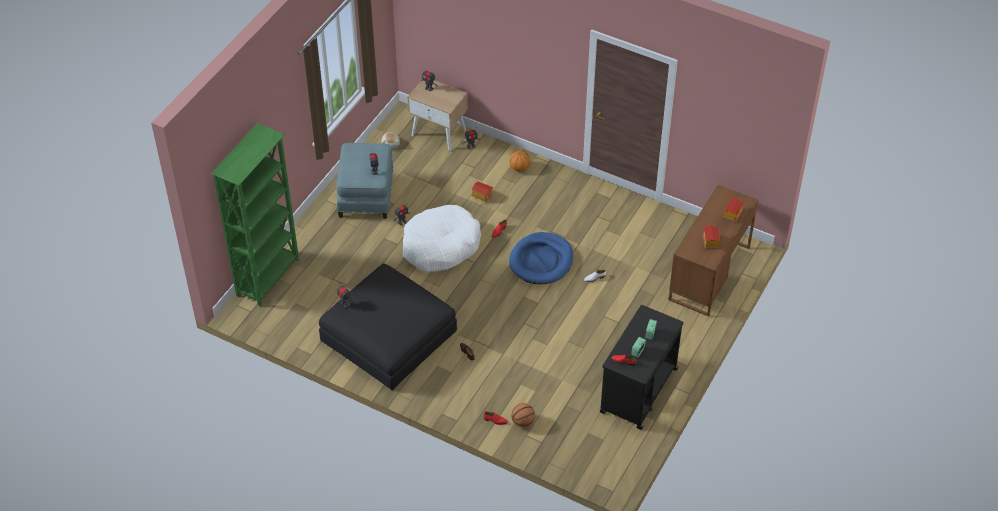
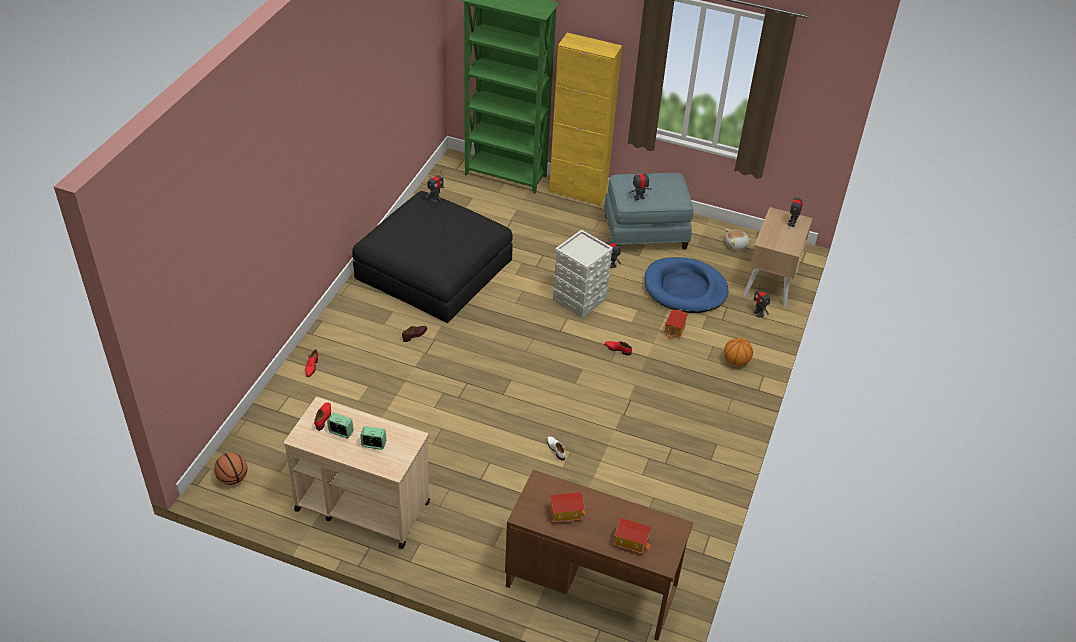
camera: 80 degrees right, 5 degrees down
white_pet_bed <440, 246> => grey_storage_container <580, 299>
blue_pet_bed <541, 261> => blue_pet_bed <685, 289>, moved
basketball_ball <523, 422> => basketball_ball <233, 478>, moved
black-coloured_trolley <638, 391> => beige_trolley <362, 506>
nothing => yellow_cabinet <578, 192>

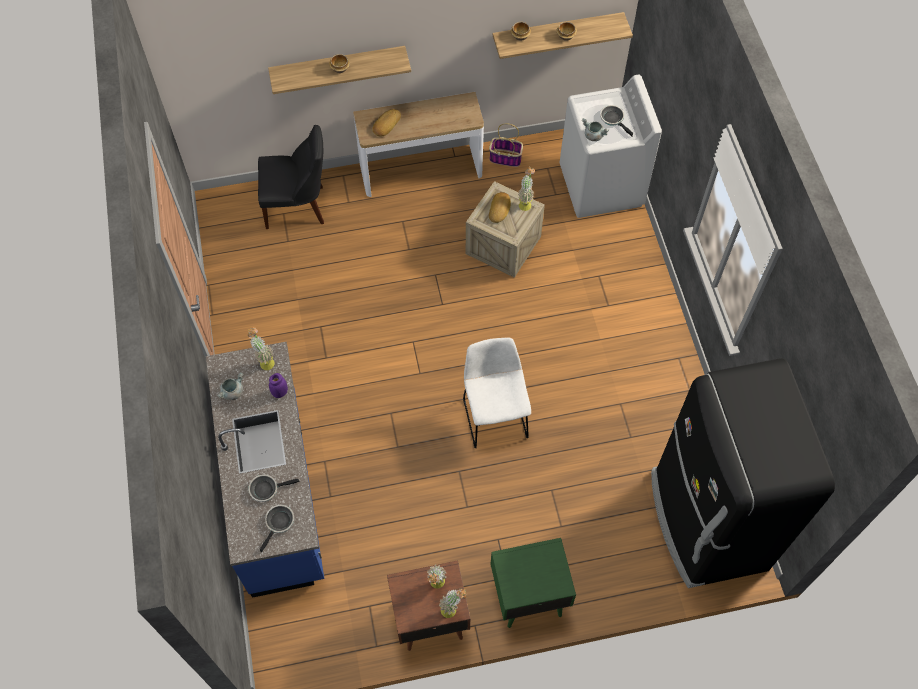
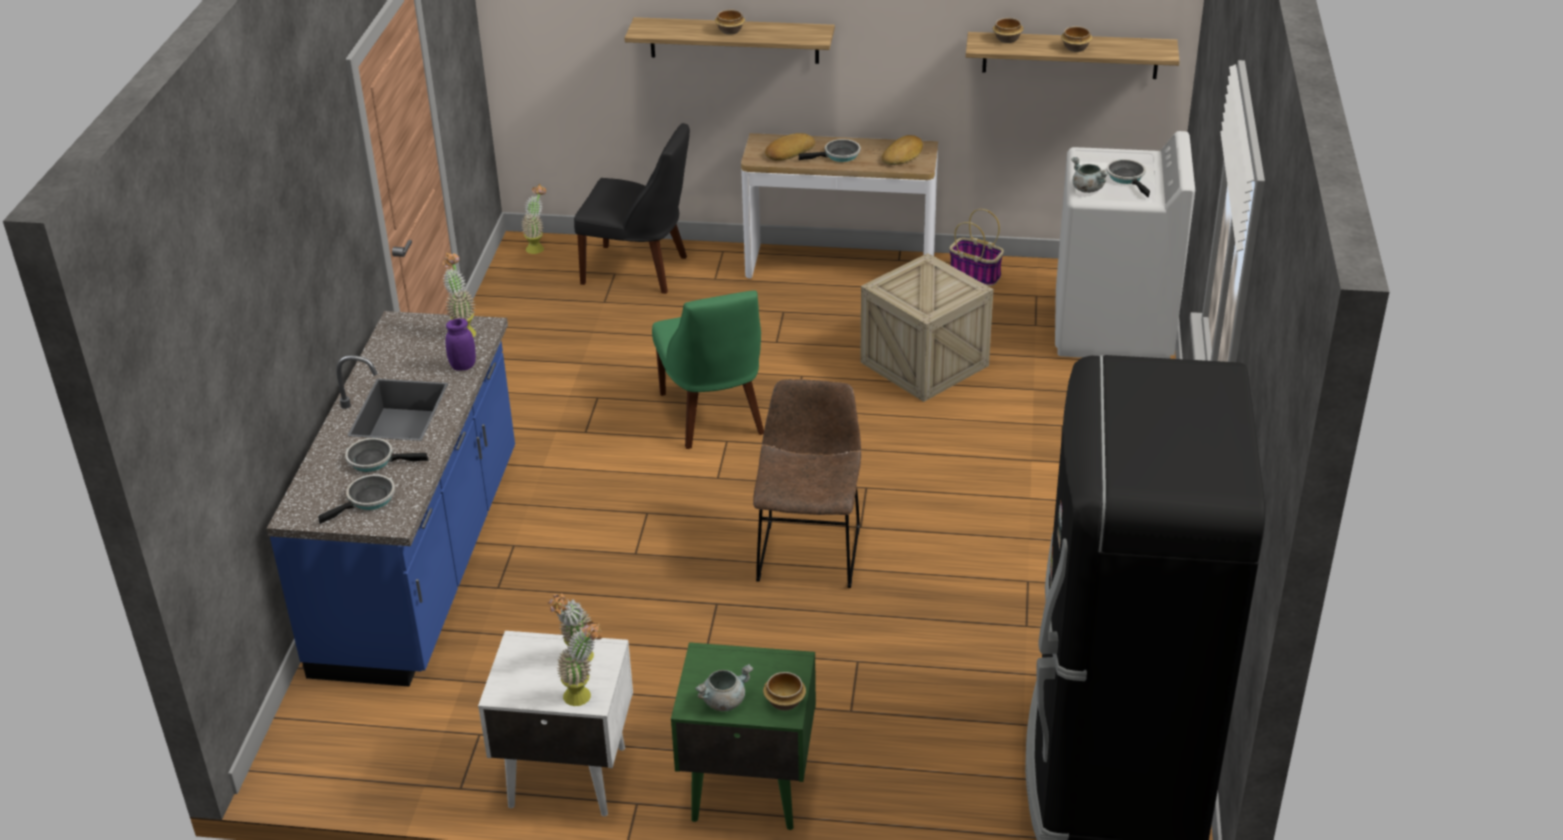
camera: 20 degrees right, 25 degrees down
grey_saucepot <232, 392> => grey_saucepot <724, 701>, moved
brown_night_table <429, 619> => white_night_table <565, 775>
white_chair <494, 415> => brown_chair <809, 549>
baked_bread <500, 209> => baked_bread <903, 155>, moved
potted_plant <525, 202> => potted_plant <538, 247>, moved
nothing => green_chair <713, 417>
nothing => serving_bowl <784, 701>
nothing => frying_pan <839, 155>

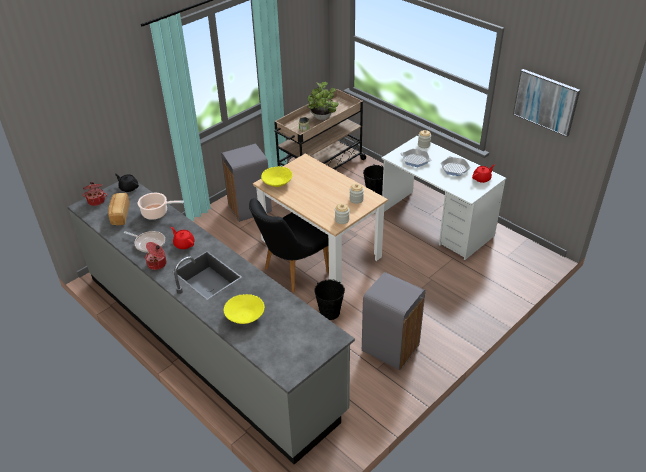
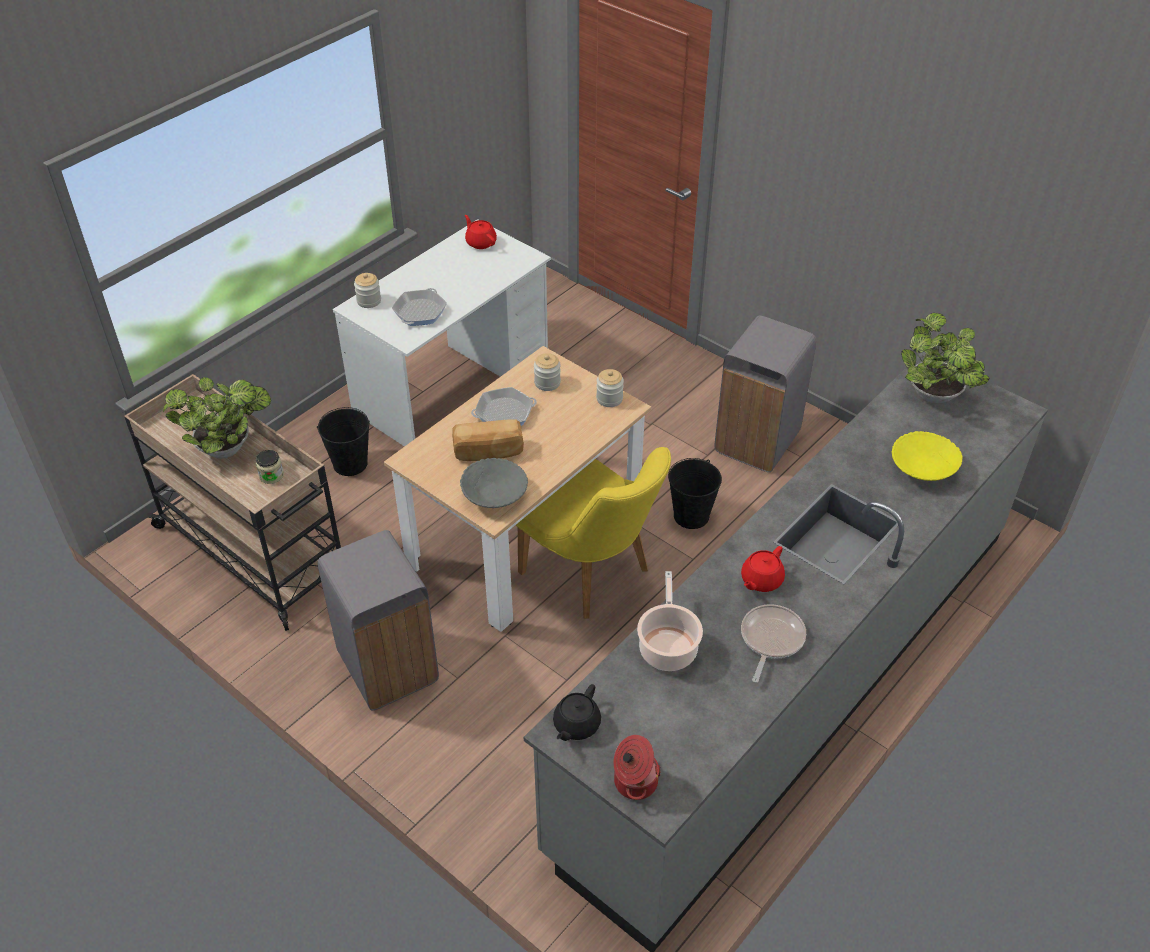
camera: 95 degrees left, 5 degrees up
baked_bread <119, 215> => baked_bread <488, 452>, moved
saucepot <157, 264> => nothing
black-coloured_chair <291, 272> => yellow_chair <594, 576>
yellow_serving_bowl <277, 183> => grey_serving_bowl <494, 495>
frying_pan <454, 168> => frying_pan <504, 413>, moved
wall_art <545, 102> => nothing
nothing => potted_plant <936, 398>

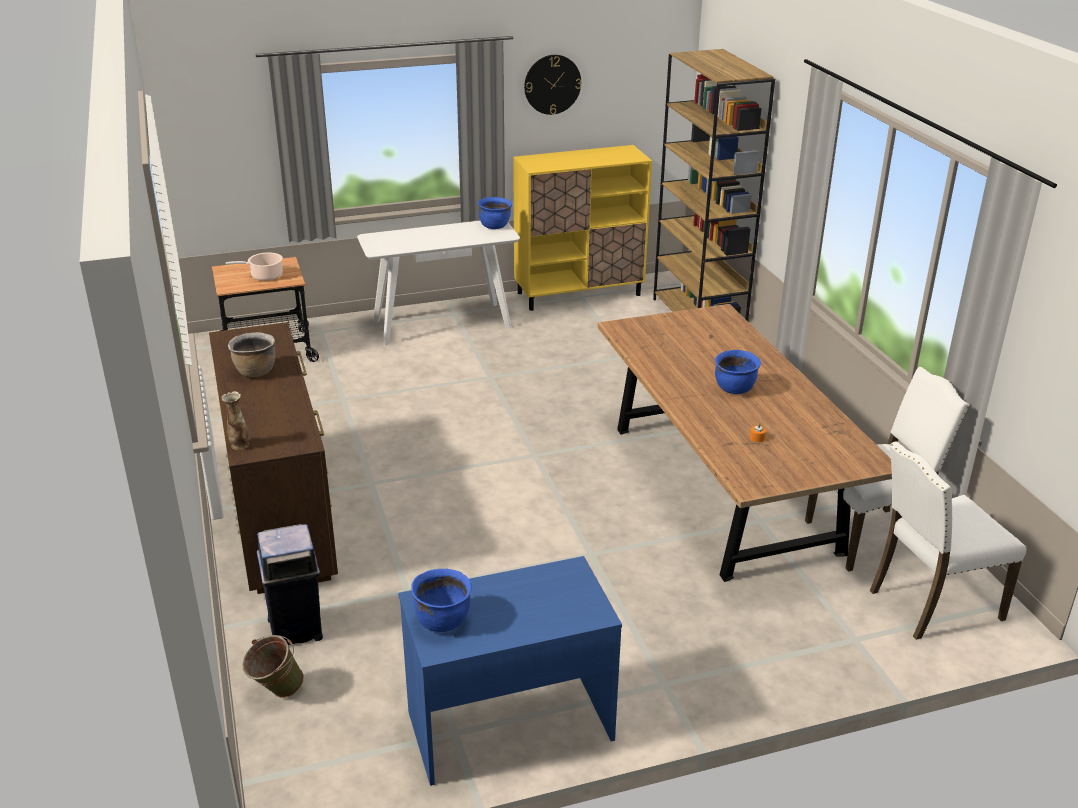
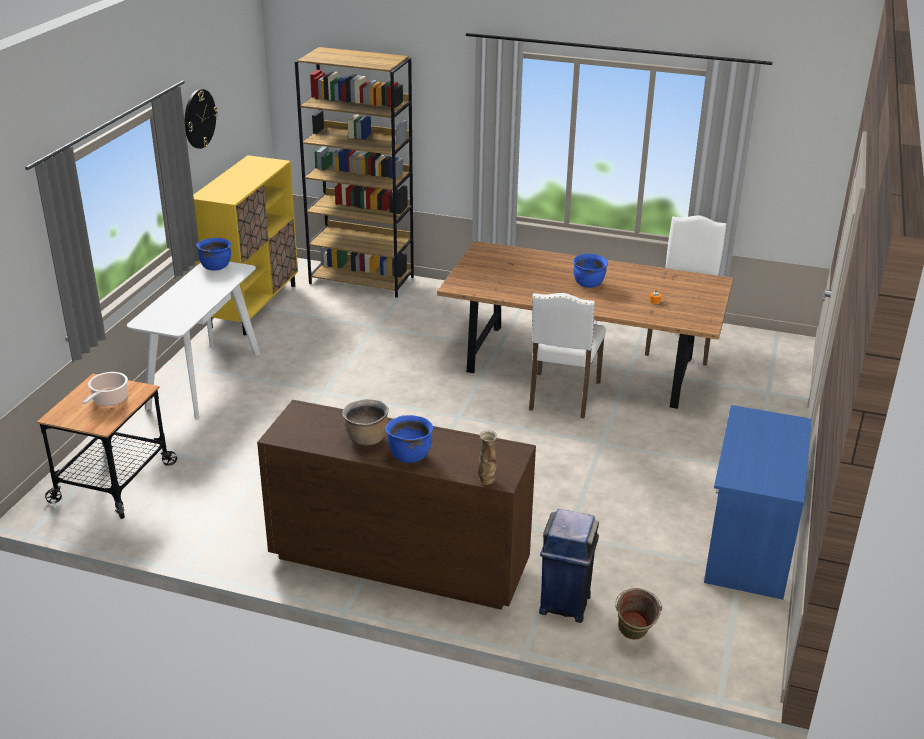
camera: 55 degrees left, 0 degrees up
blue_saucepot <442, 620> => blue_saucepot <409, 455>, moved
white_chair <931, 603> => white_chair <562, 396>, moved

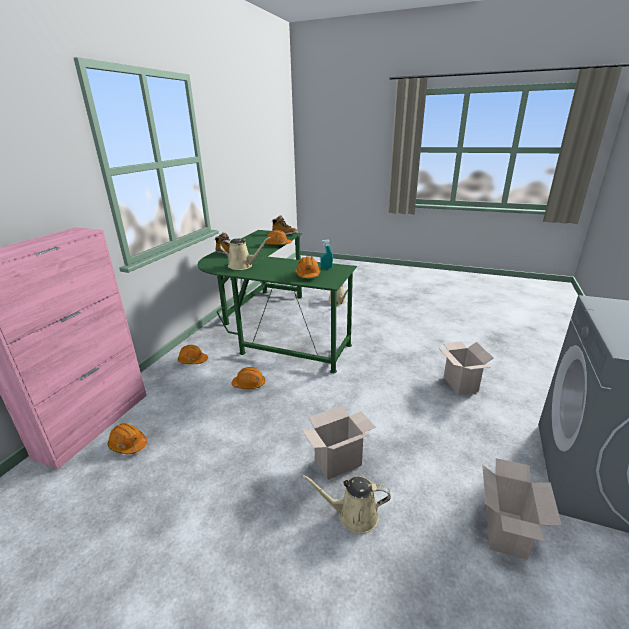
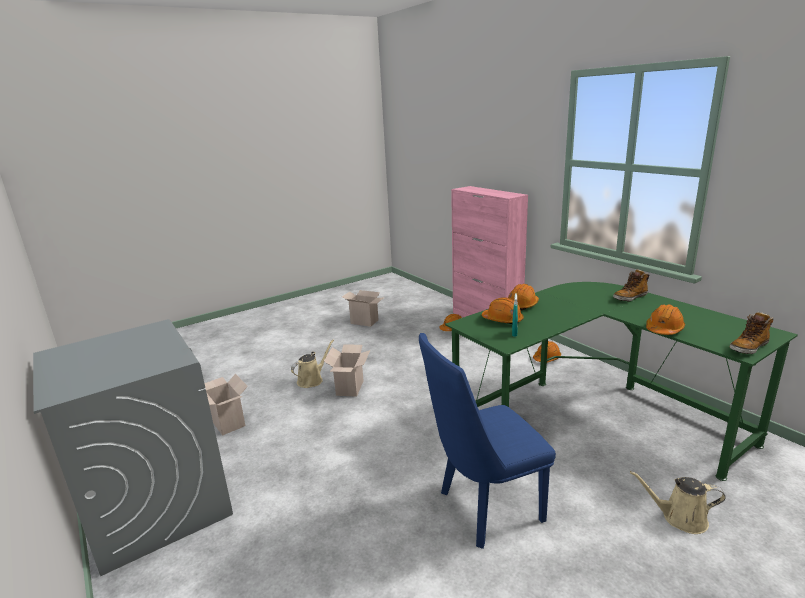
camera: 125 degrees right, 5 degrees down
beige_watering_can <242, 266> => nothing
orangey_work_helmet <249, 384> => orangey_work_helmet <522, 305>, moved
packing_box <459, 384> => packing_box <365, 321>, moved
nothing => blue_chair <483, 509>

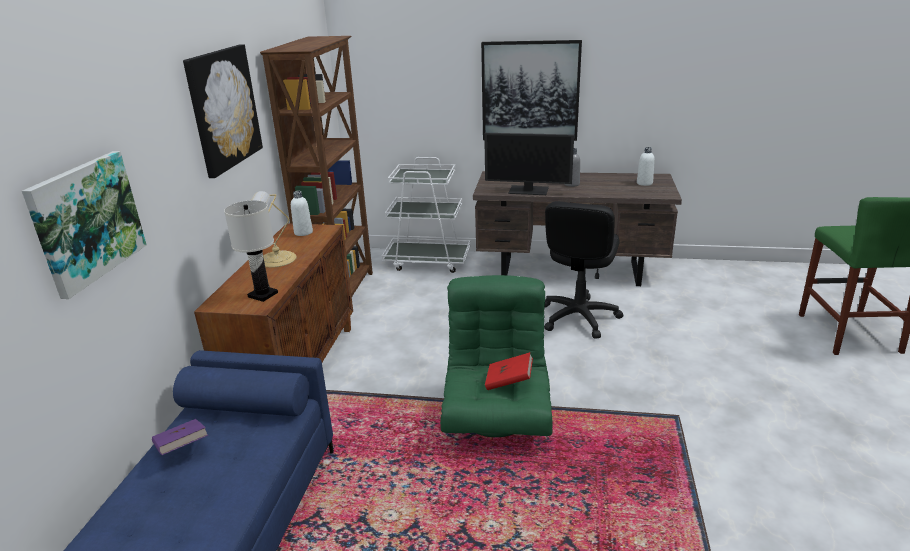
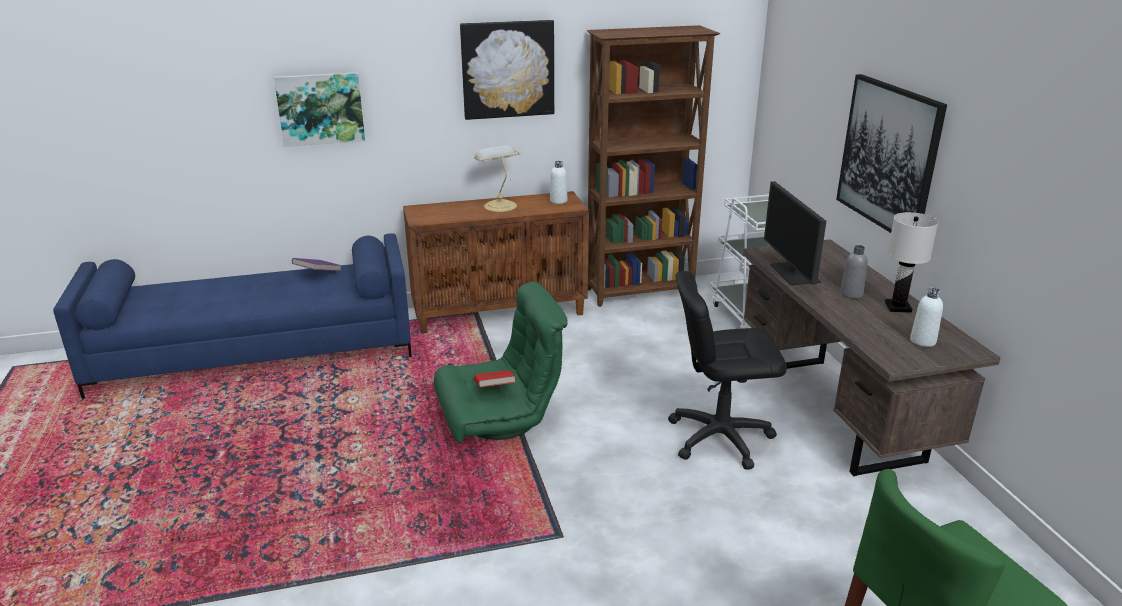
camera: 65 degrees right, 0 degrees up
white_tabletop_lamp <263, 295> => white_tabletop_lamp <898, 307>, moved

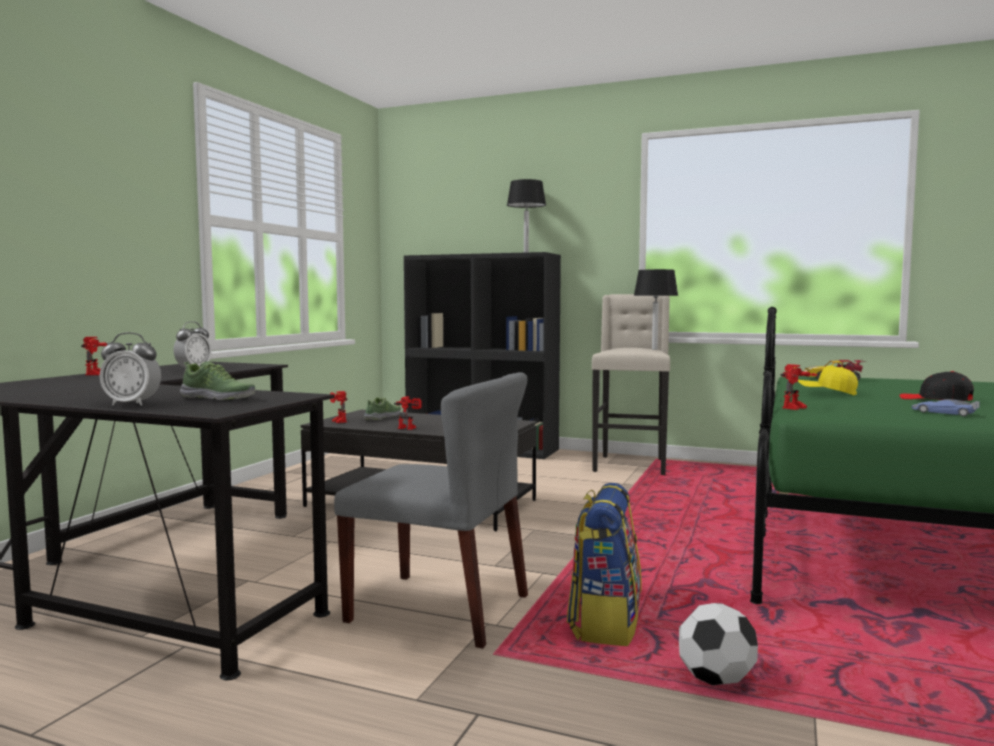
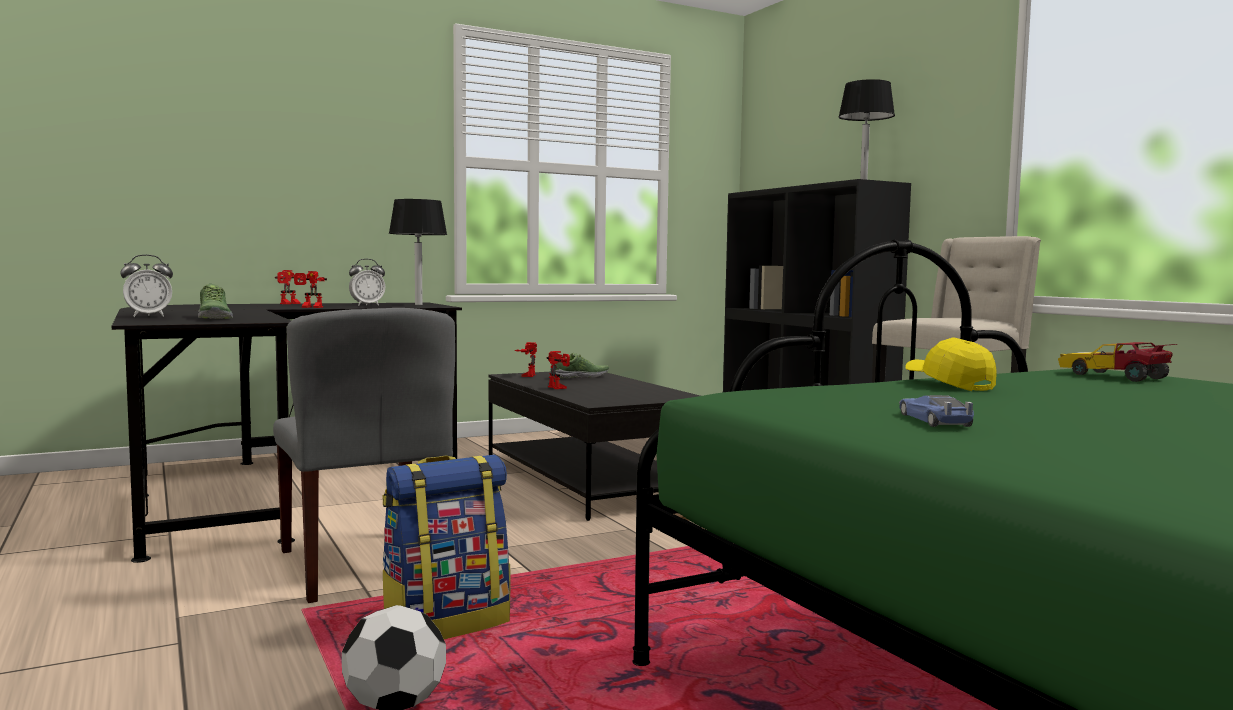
camera: 40 degrees right, 0 degrees up
alarm_clock <132, 404> => alarm_clock <148, 316>, 75 degrees counterclockwise
black-coloured_tabletop_lamp <654, 349> => black-coloured_tabletop_lamp <418, 304>, moved
model_robot <796, 408> => model_robot <310, 307>, moved
black-coloured_baseball_cap <936, 400> => nothing

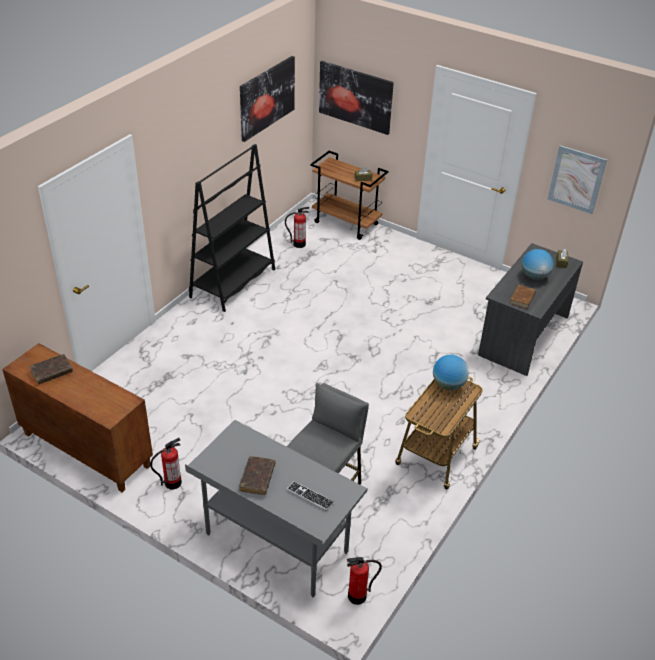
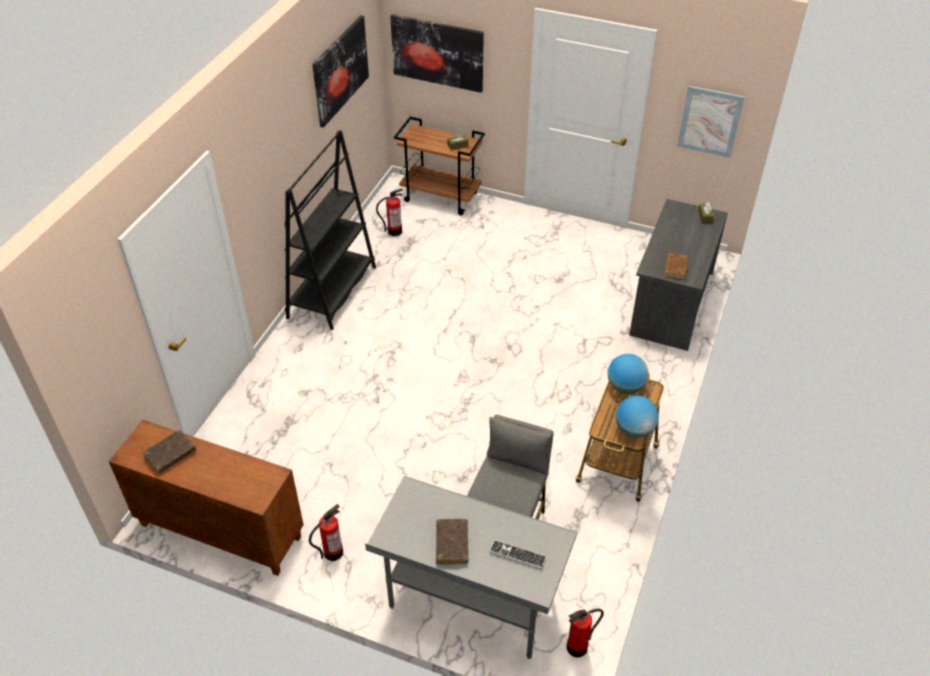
camera: 10 degrees left, 5 degrees up
desk_globe <534, 276> => desk_globe <634, 430>, moved

